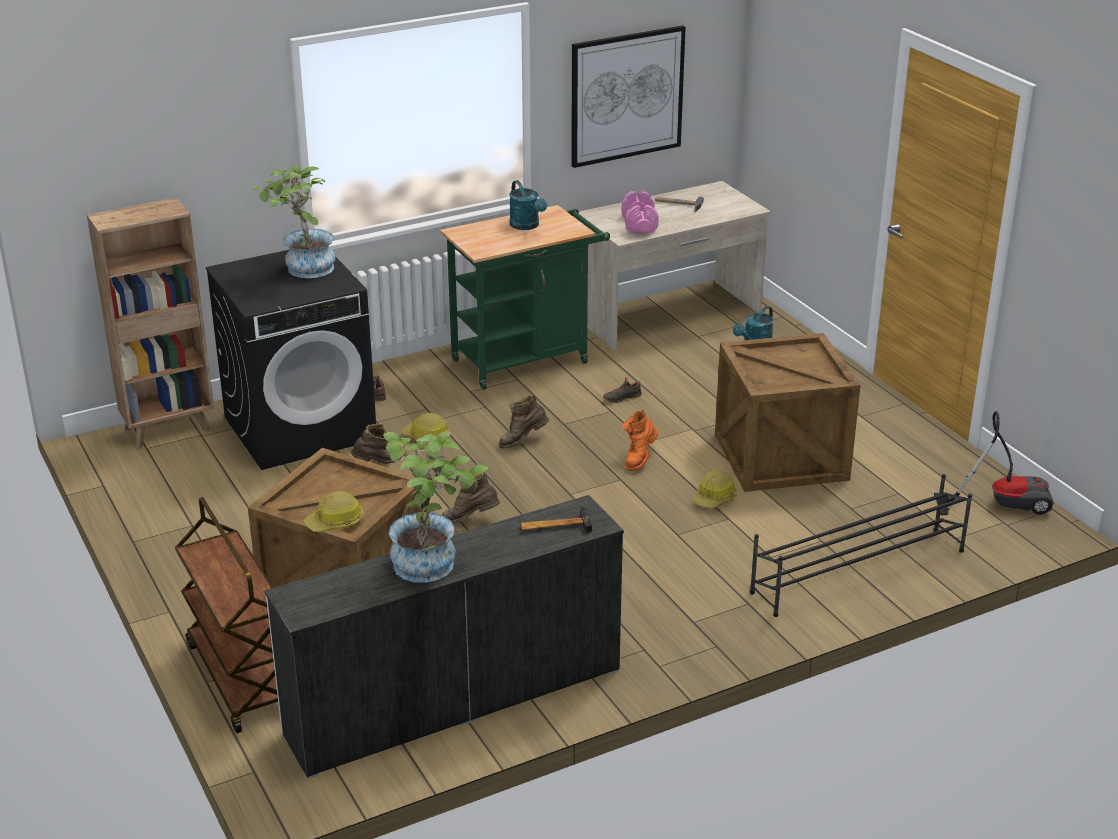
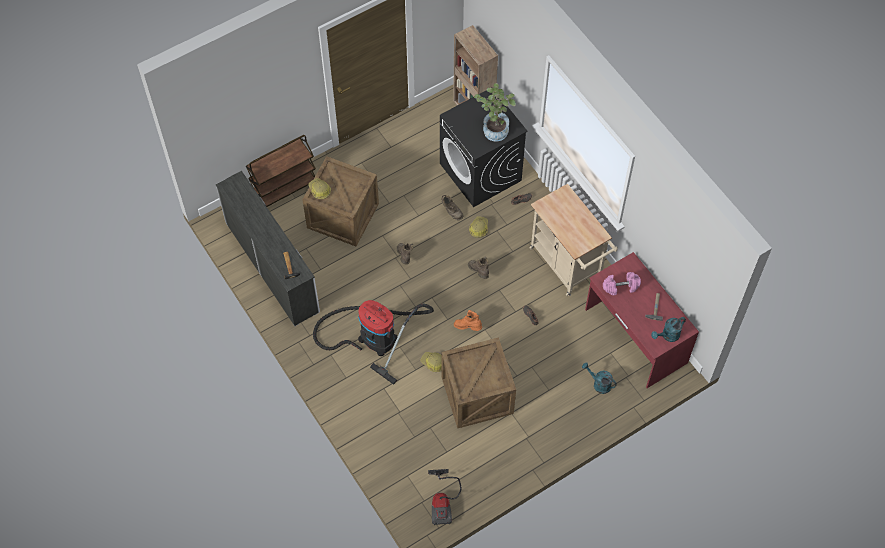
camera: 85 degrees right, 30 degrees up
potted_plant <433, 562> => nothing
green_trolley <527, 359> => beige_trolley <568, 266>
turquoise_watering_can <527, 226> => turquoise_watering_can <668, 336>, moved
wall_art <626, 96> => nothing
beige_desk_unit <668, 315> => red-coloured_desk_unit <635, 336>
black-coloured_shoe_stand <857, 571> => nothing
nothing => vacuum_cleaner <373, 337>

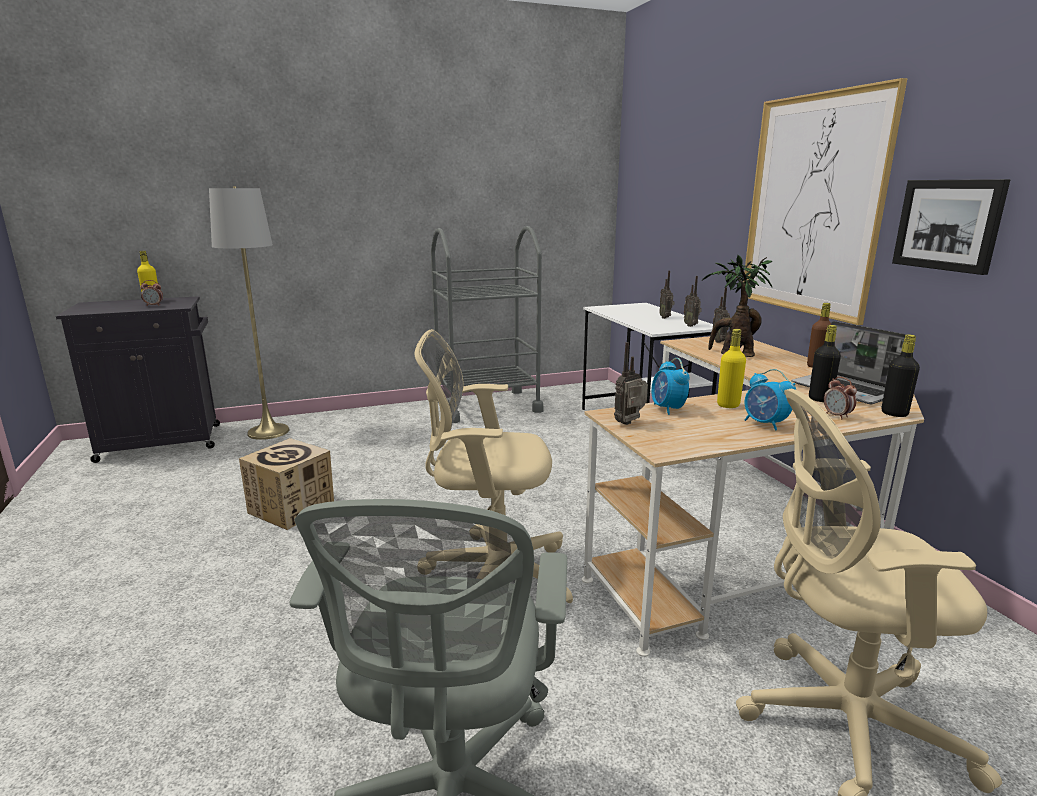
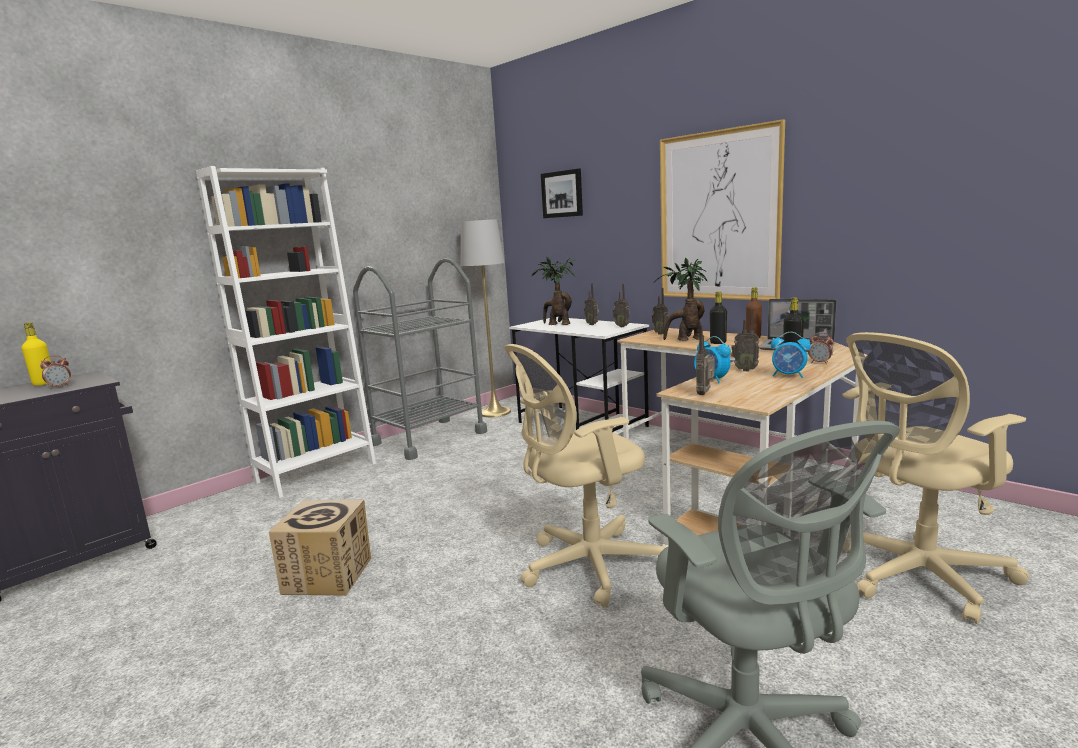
camera: 25 degrees left, 5 degrees down
grey_floor_lamp <268, 432> => grey_floor_lamp <495, 412>, moved
yellow_bottle <728, 405> => radio_receiver <745, 370>
black-coloured_bottle <894, 413> => black-coloured_bottle <718, 343>, moved
wall_art <948, 225> => wall_art <562, 194>, moved
nothing => white_bookcase <316, 472>
nothing => potted_plant <557, 324>

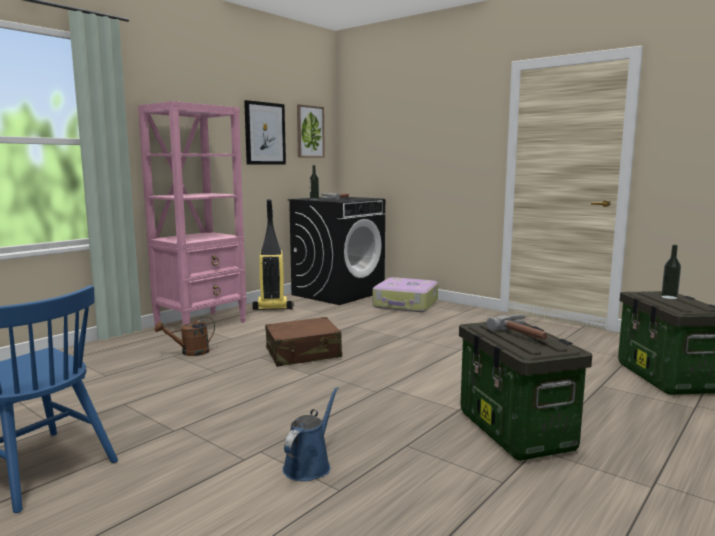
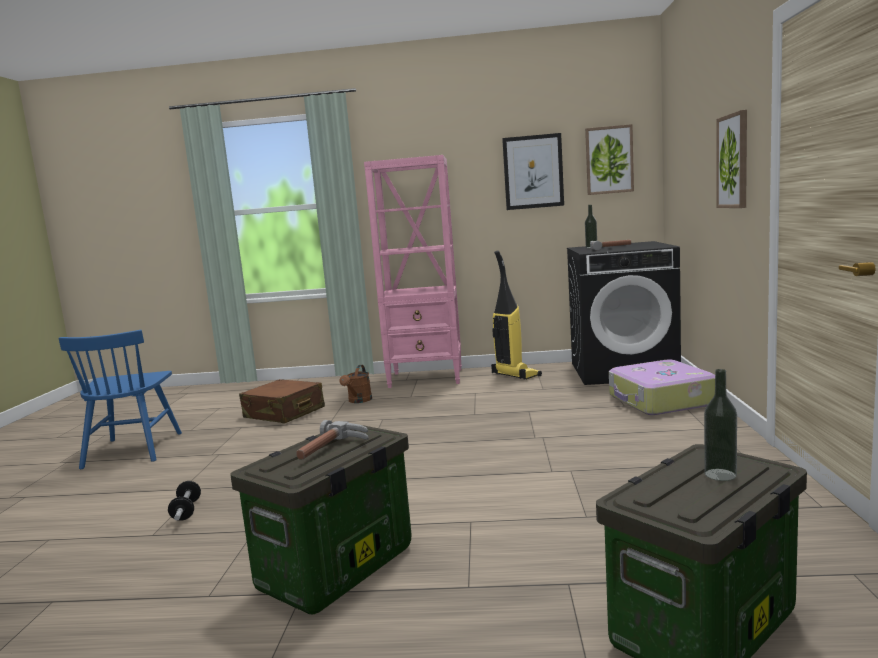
camera: 55 degrees right, 0 degrees up
brown_watering_can <190, 352> => brown_watering_can <358, 401>, 105 degrees counterclockwise
brown_piece_of_luggage <303, 354> => brown_piece_of_luggage <284, 413>, moved
blue_watering_can <309, 465> => hand_weight <186, 511>
nothing => wall_art <733, 161>

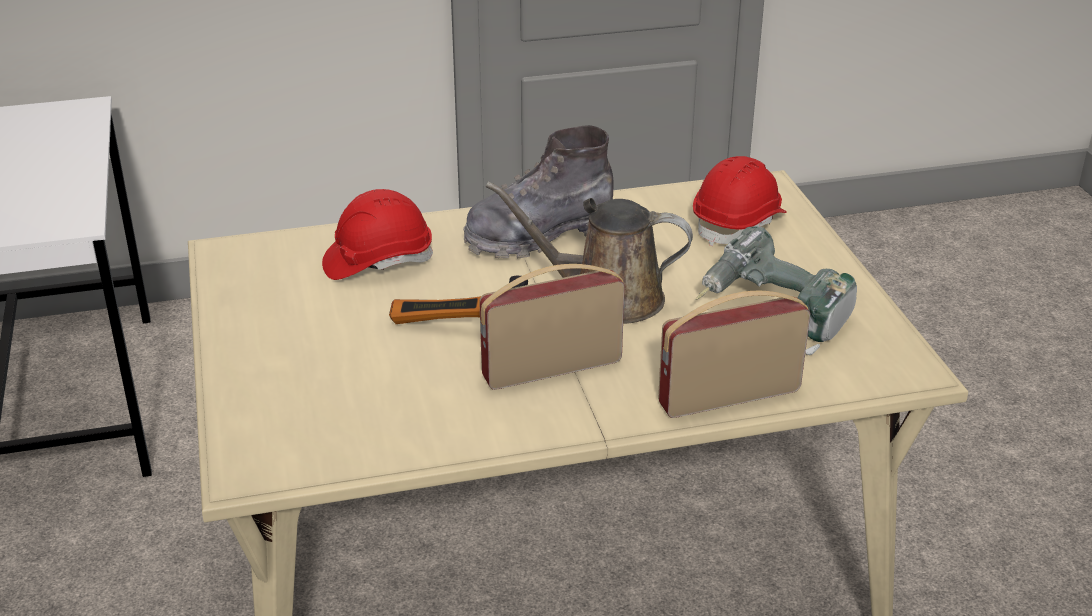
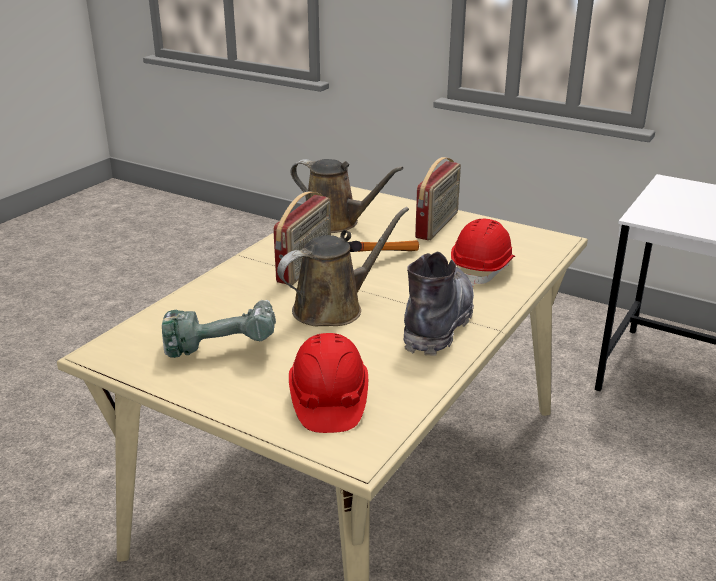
camera: 135 degrees right, 5 degrees down
radio_receiver <728, 396> => radio_receiver <438, 225>, moved
nothing => brown_watering_can <335, 223>

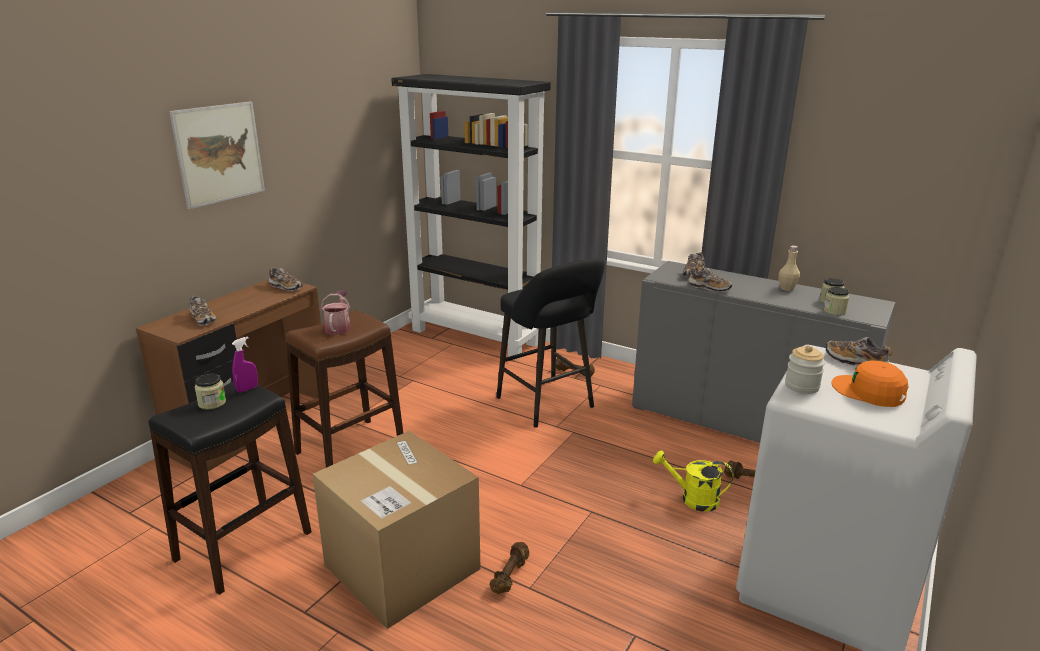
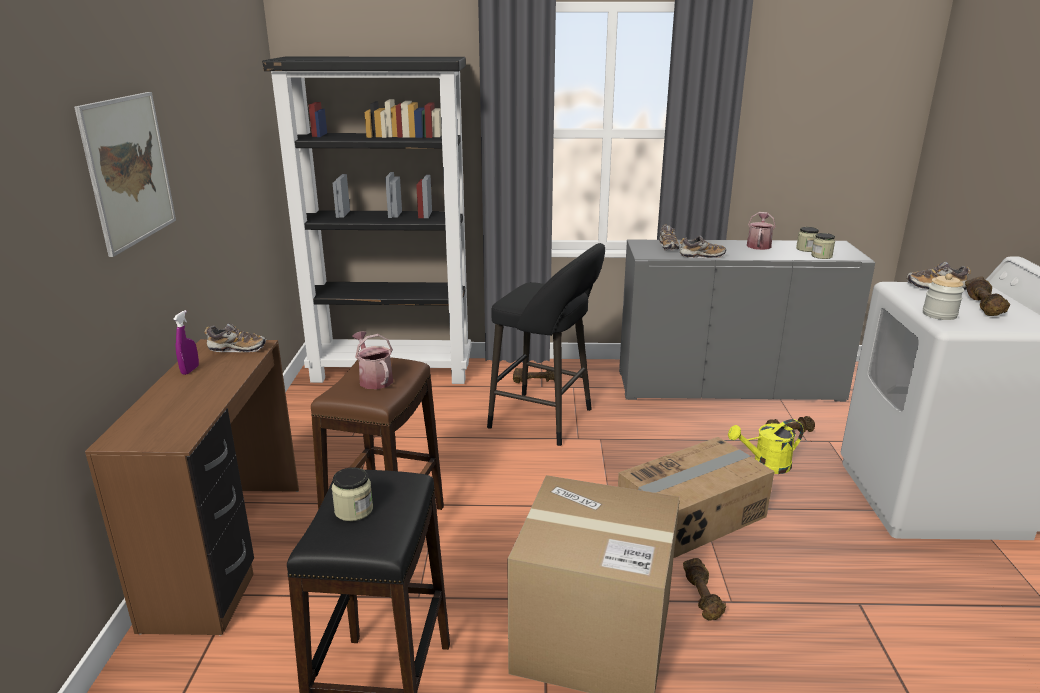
camera: 30 degrees left, 0 degrees up
shoe <203, 319> => nothing
purple-coloured_sprayer <247, 389> => purple-coloured_sprayer <190, 370>, moved
beige_bottle <787, 288> => watering_can <759, 245>
orangey_baseball_cap <869, 391> => brown_hand_weight <983, 307>
nothing => packing_box <692, 517>

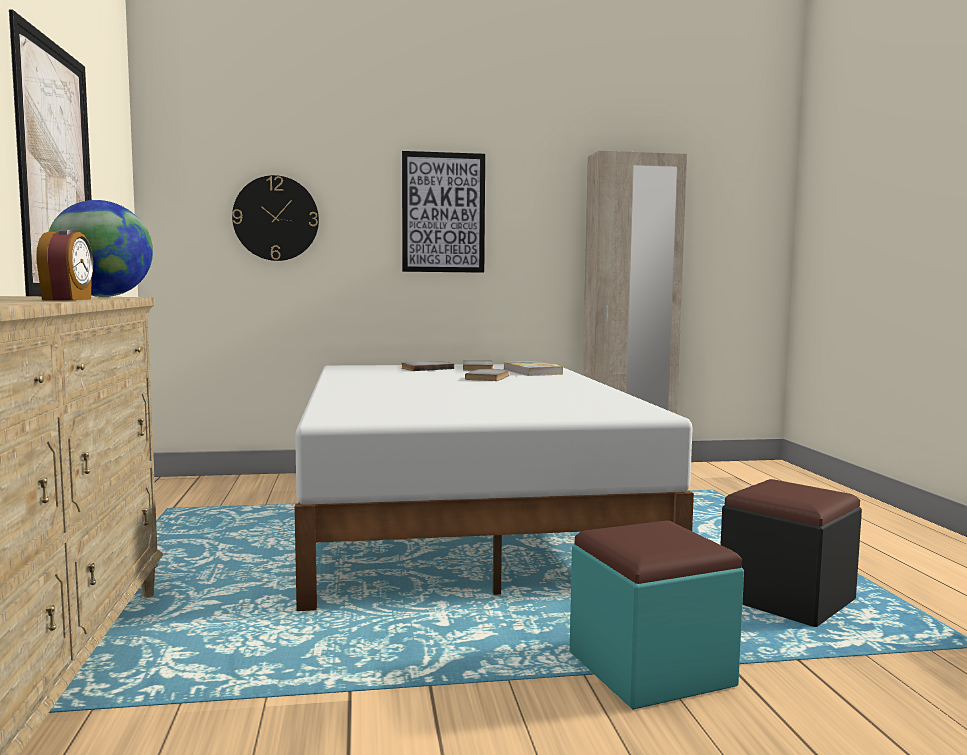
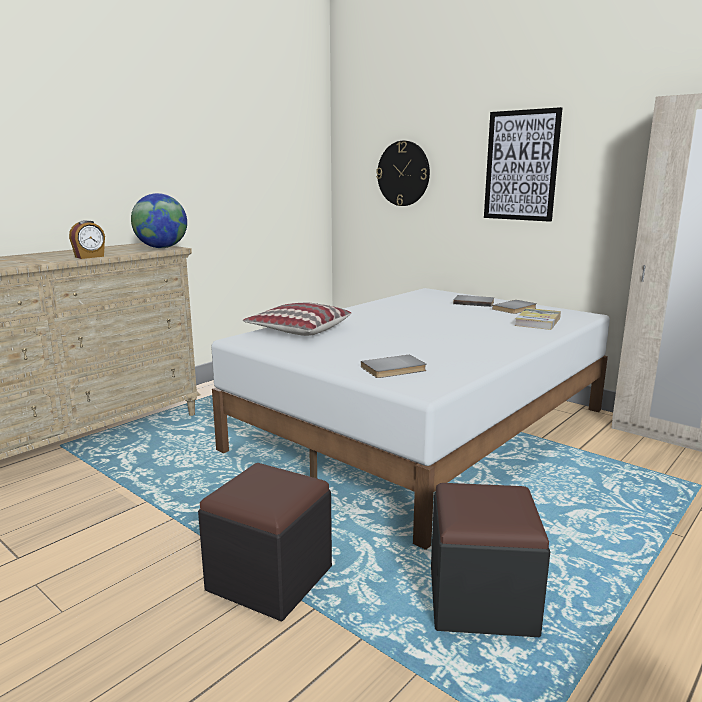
camera: 50 degrees right, 10 degrees up
wall_art <56, 171> => nothing
grey_volume <489, 377> => grey_volume <394, 369>, moved
turquoise_ottoman <650, 669> => black-coloured_ottoman <269, 578>
nothing => cushion <298, 330>

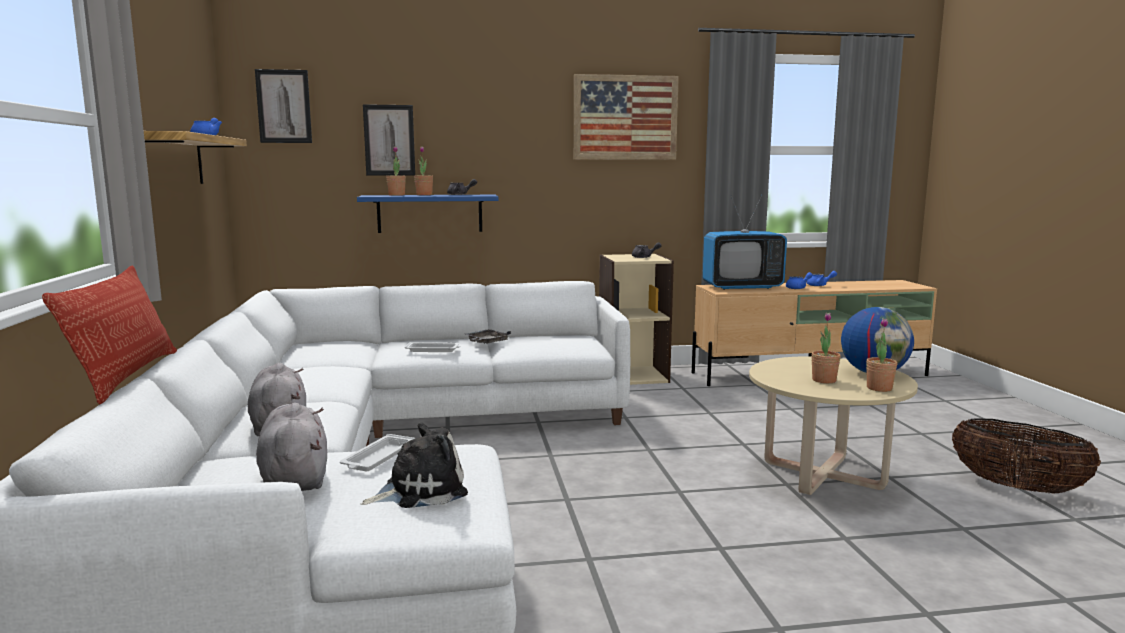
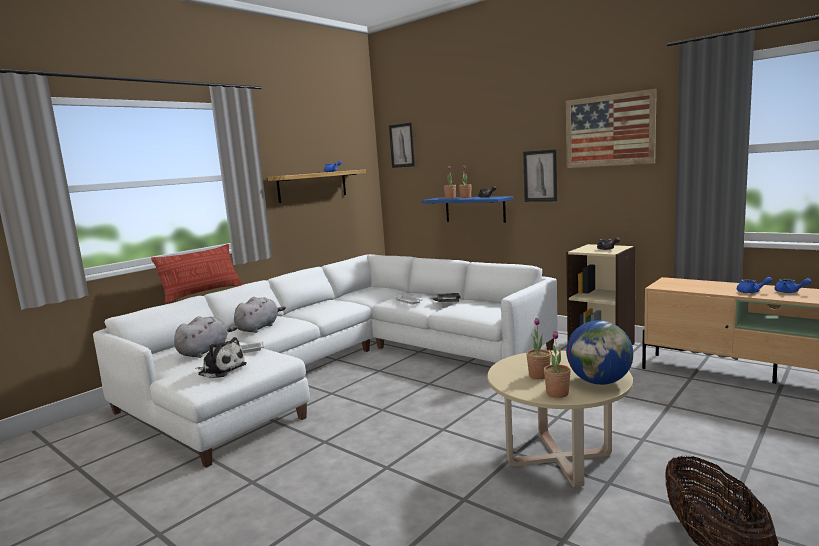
camera: 50 degrees right, 0 degrees up
wall_art <389, 140> => wall_art <540, 176>, moved
TV <742, 287> => nothing

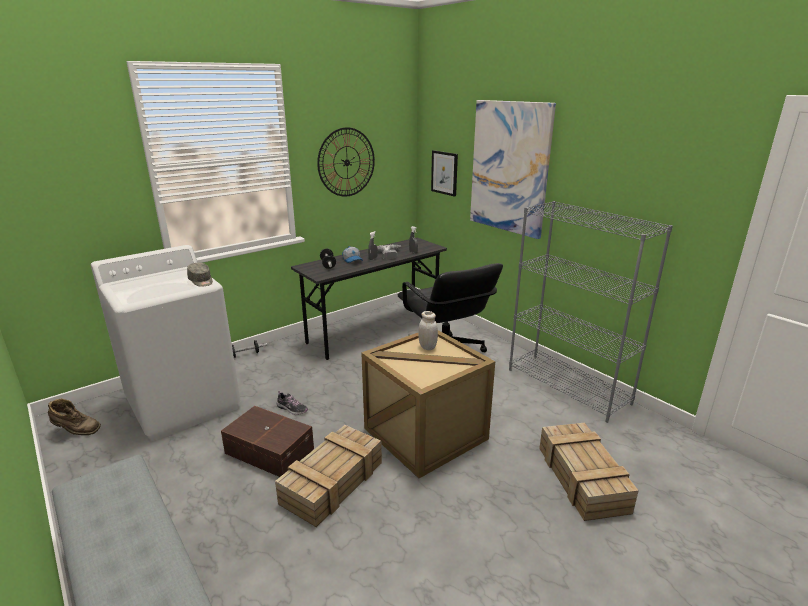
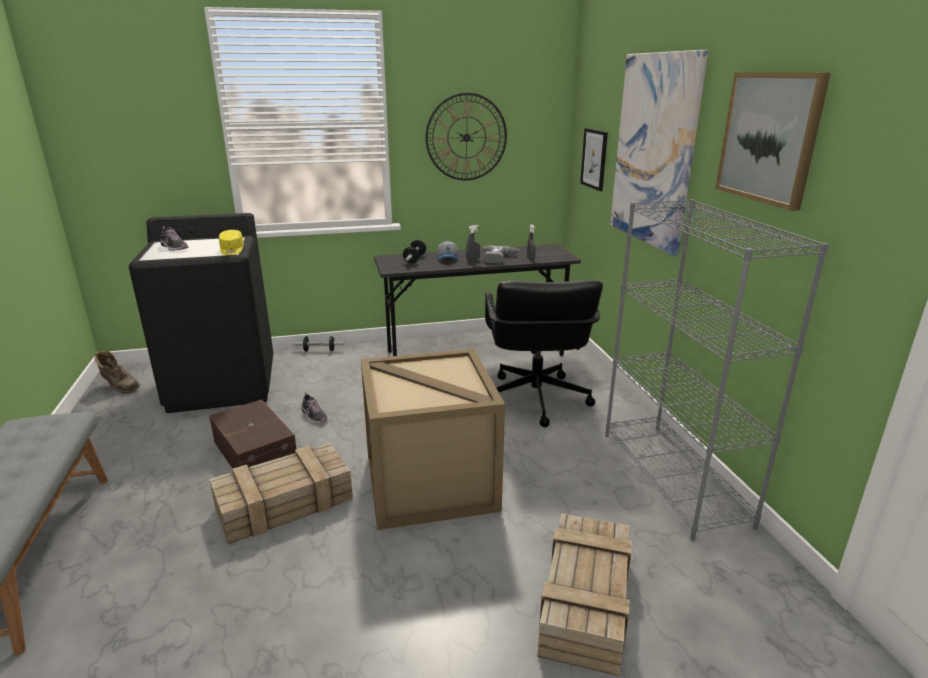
camera: 25 degrees right, 0 degrees up
white_laundry_appliance <184, 403> => black-coloured_laundry_appliance <223, 385>
grey_baseball_cap <201, 281> => yellow_baseball_cap <232, 250>
white_storage_jar <427, 347> => nothing
nothing => shoe <174, 247>
nothing => wall_art <769, 138>

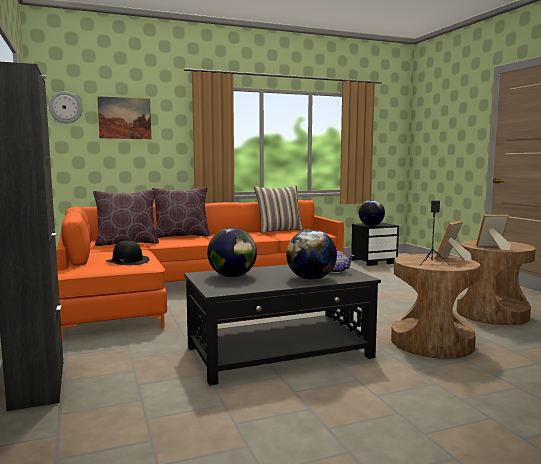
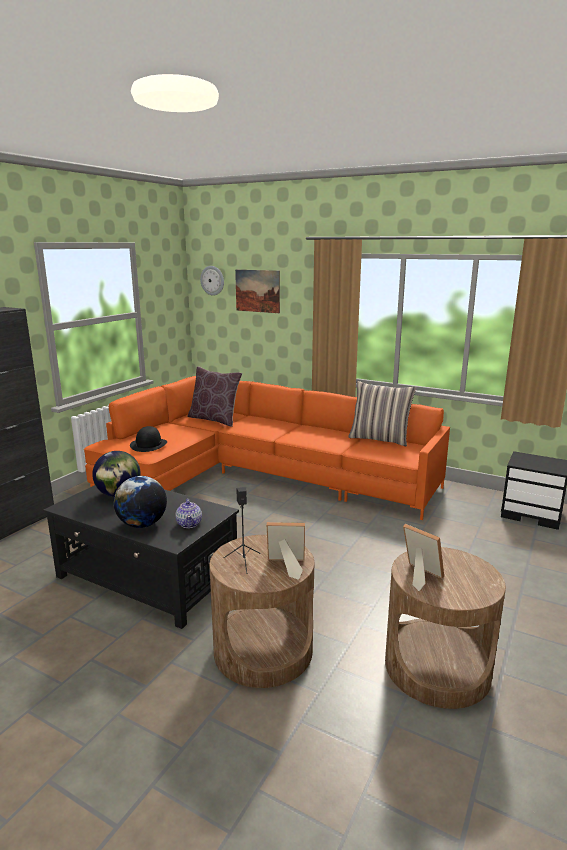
camera: 50 degrees right, 10 degrees up
brown_cushion <181, 236> => nothing
desk_globe <371, 225> => nothing

